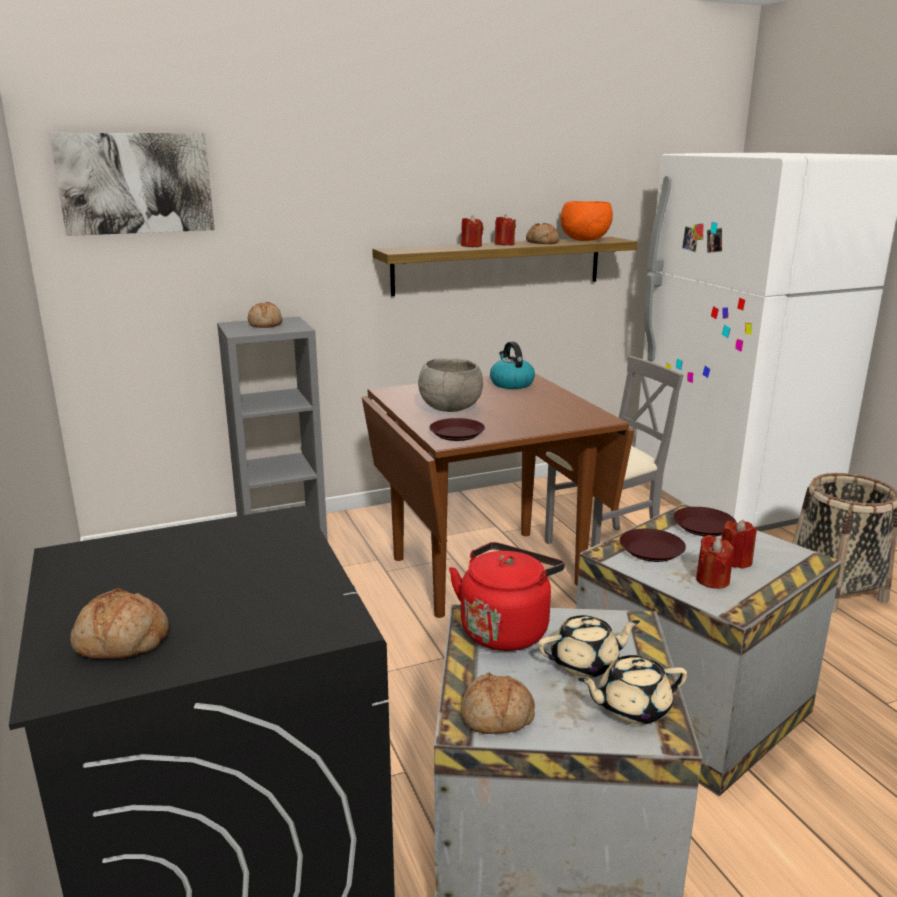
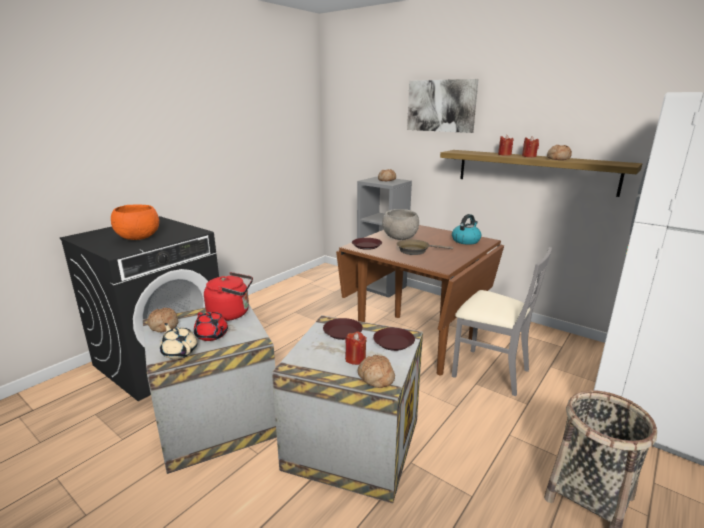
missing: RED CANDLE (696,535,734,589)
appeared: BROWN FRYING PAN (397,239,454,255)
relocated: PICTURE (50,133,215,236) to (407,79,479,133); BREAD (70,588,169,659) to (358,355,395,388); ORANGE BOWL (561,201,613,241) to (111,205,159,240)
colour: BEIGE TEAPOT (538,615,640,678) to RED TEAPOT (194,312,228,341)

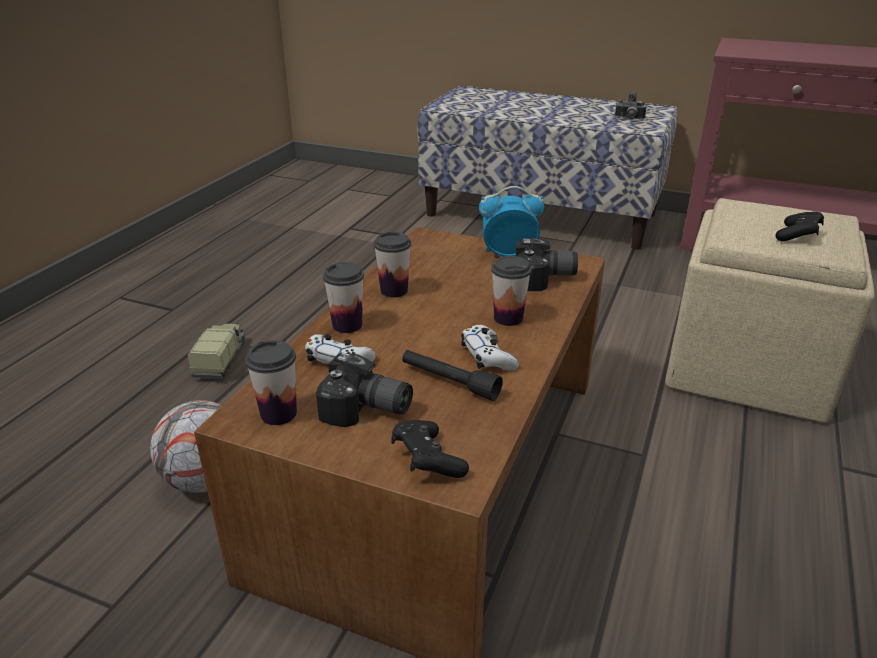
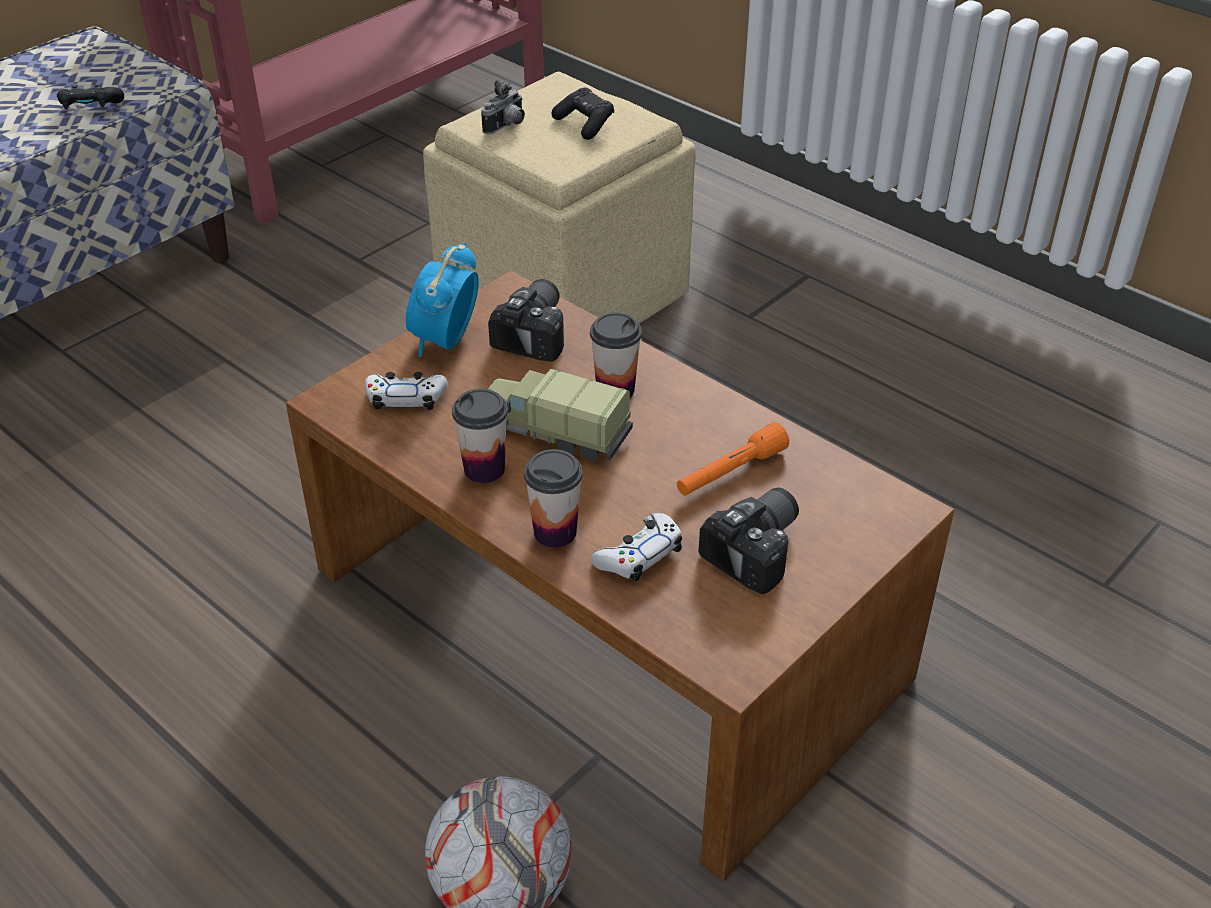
missing: CUP (245,340,297,425)
relocated: TOY TRUCK (188,324,245,379) to (488,369,633,461); BLACK GAME CONTROLLER (391,420,469,478) to (57,84,124,110); WHITE GAME CONTROLLER (461,325,519,370) to (365,372,448,410); PHOTO CAMERA (615,91,646,120) to (481,80,525,134)
colour: BLACK FLASHLIGHT (402,350,503,401) to ORANGE FLASHLIGHT (677,422,789,496)

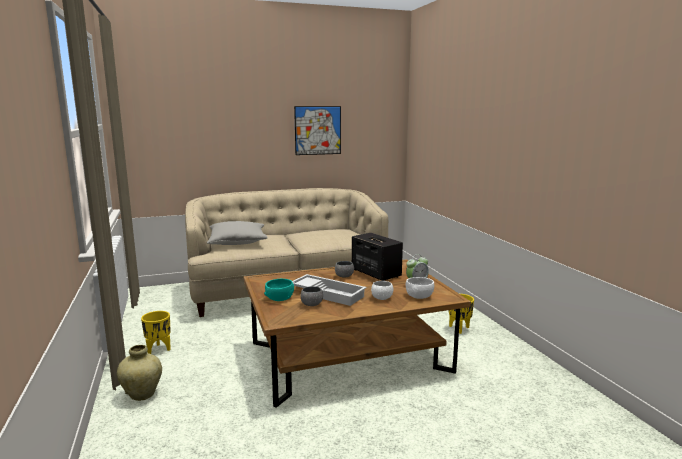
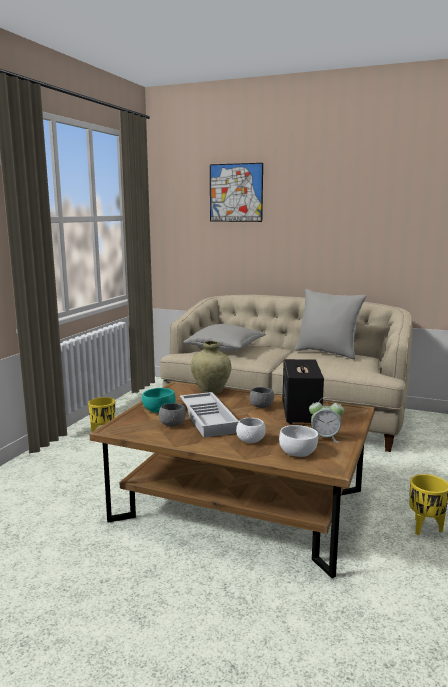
appeared: GREY PILLOW (295,289,367,360)
relocated: BEIGE VASE (117,345,162,401) to (191,341,231,394); PICTURE (294,106,341,155) to (210,163,263,222)

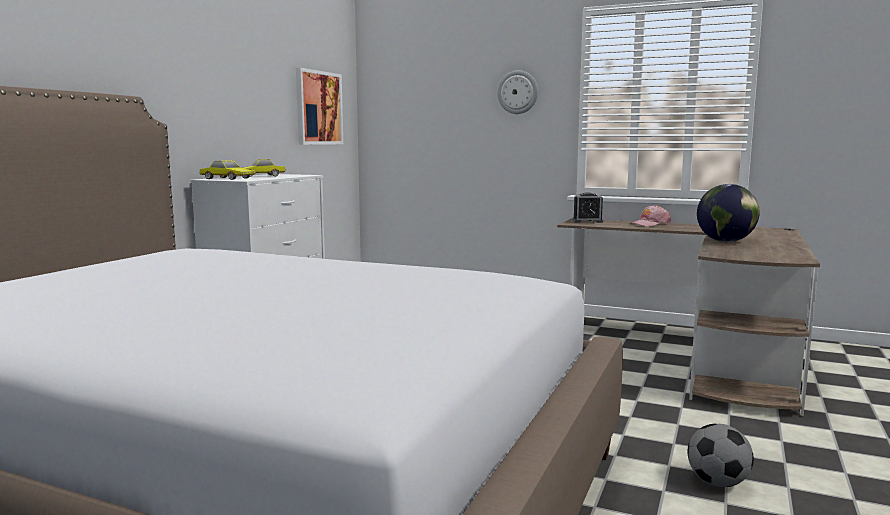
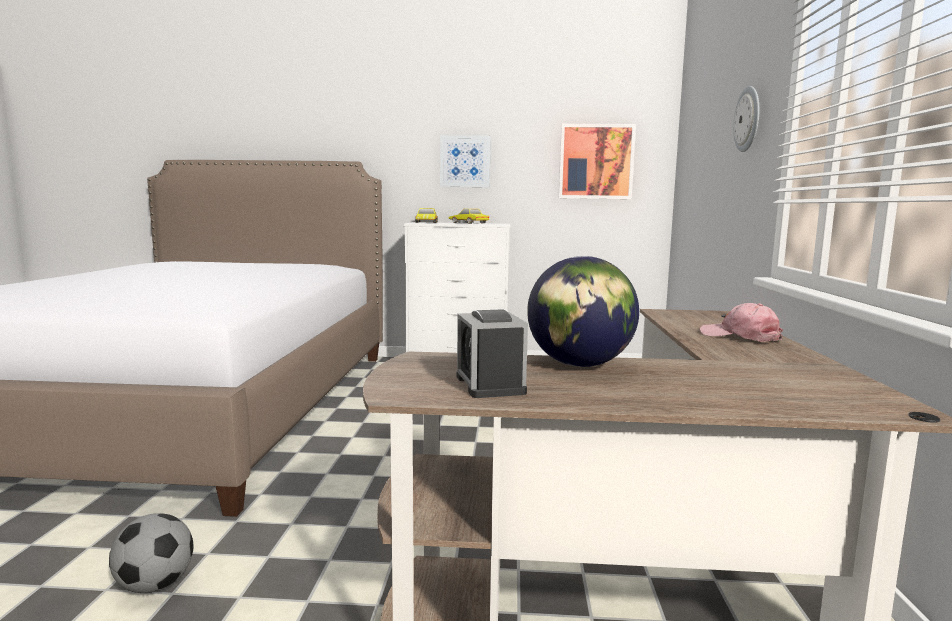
appeared: PICTURE (440,135,491,187)
relocated: ALARM CLOCK (572,193,603,223) to (456,309,528,398)

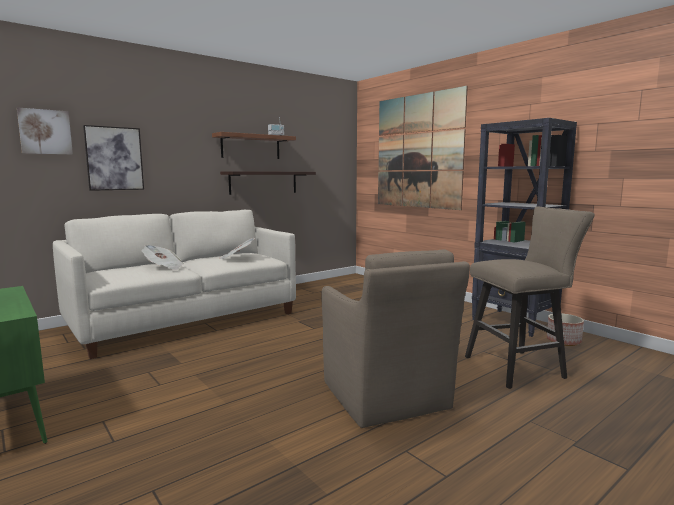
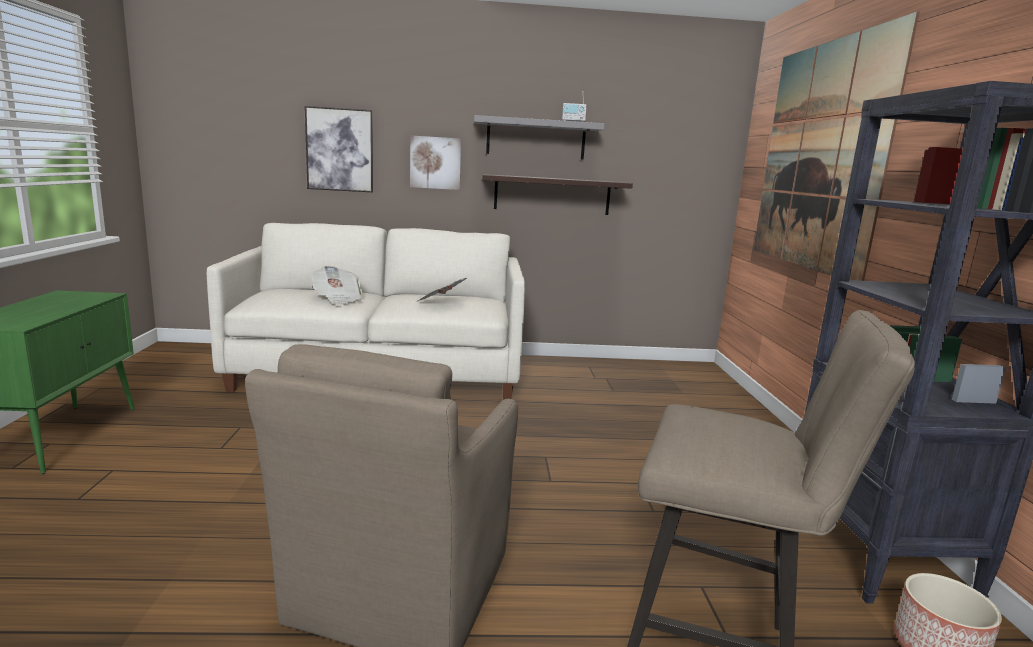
relocated: PICTURE (17,107,73,155) to (410,135,461,190)
colour: BROWN SHELF (212,132,296,159) to GREY SHELF (474,115,605,159)

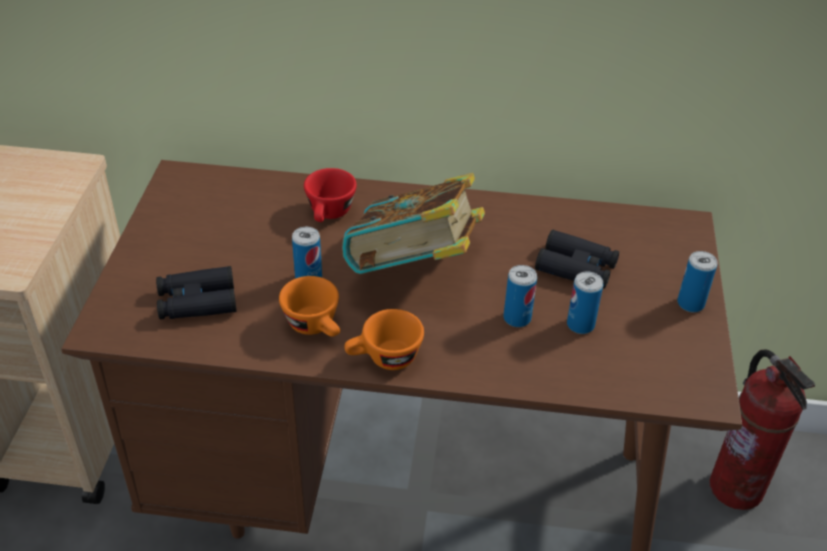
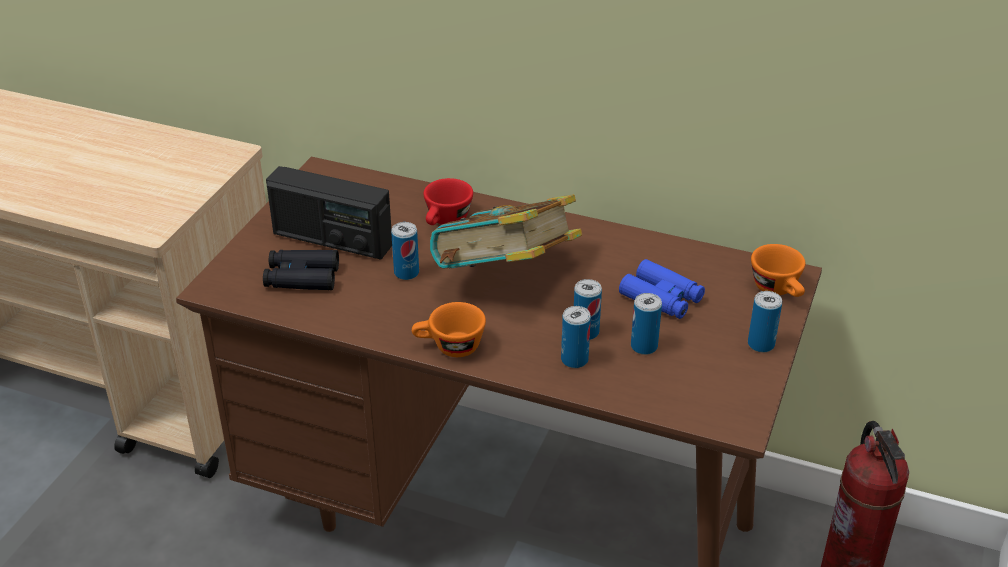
appeared: RADIO (266,166,392,260); CAN (561,306,591,368)
relocated: ORANGE CUP (279,276,340,337) to (751,244,805,297)
colour: BLACK BINOCULARS (535,229,619,289) to BLUE BINOCULARS (619,259,705,319)

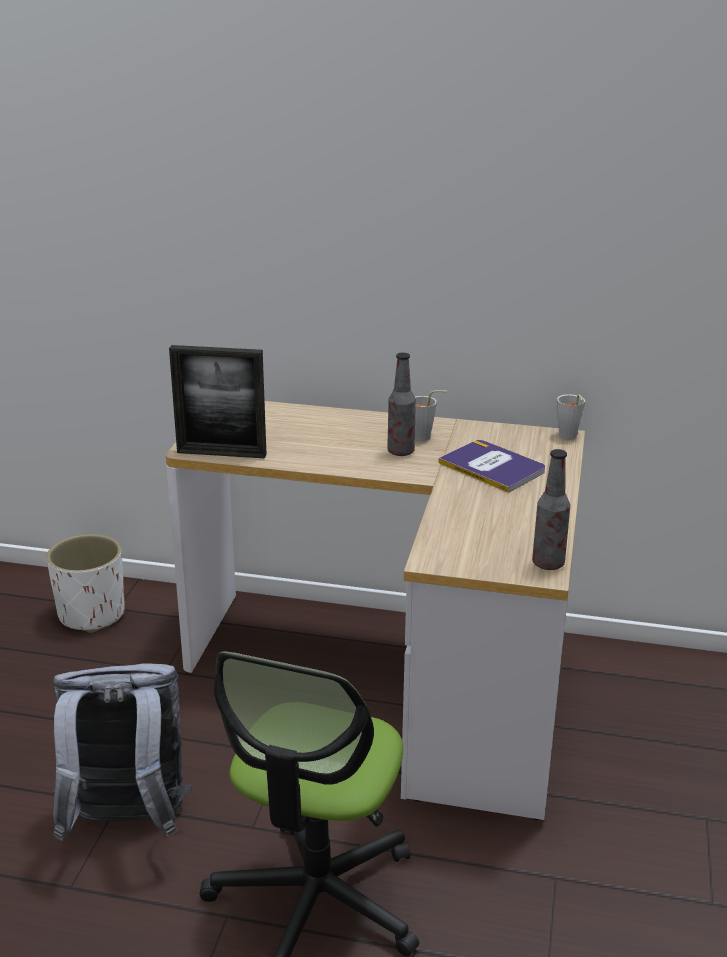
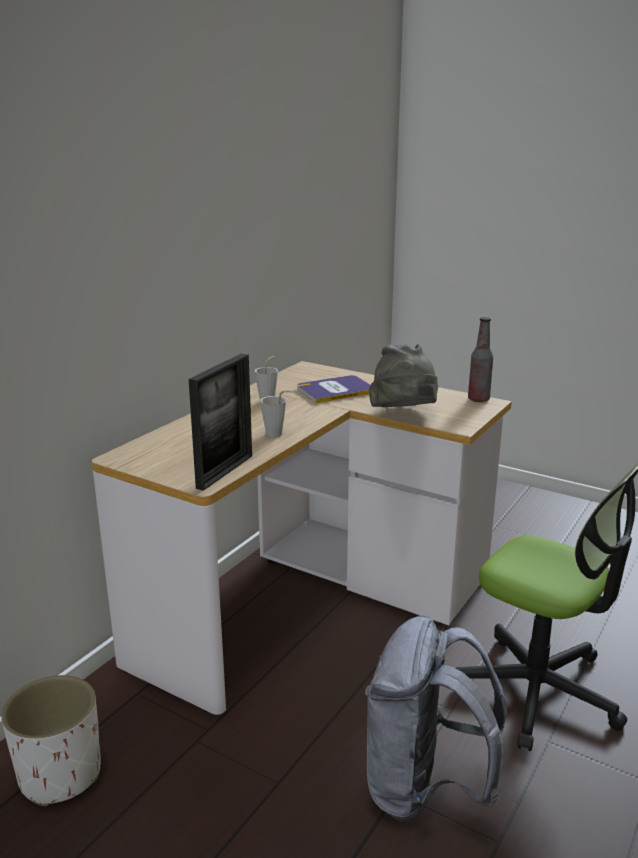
missing: BOTTLE (387,352,416,456)
appeared: GREY HAT (369,344,438,407)
relocated: GREY CUP (557,394,585,439) to (260,390,295,437)

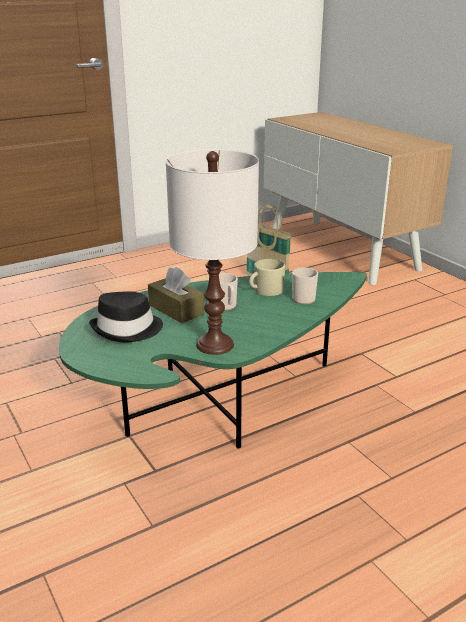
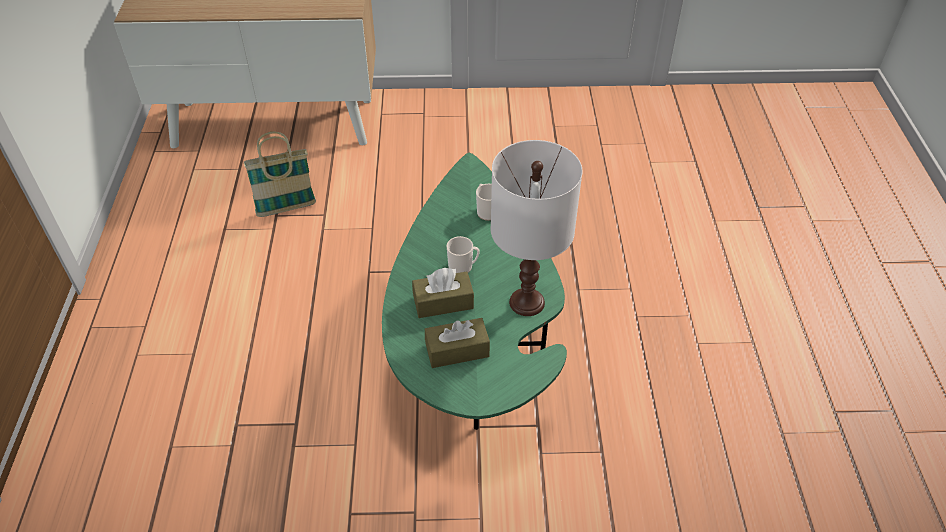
missing: BEIGE MUG (249,259,285,296)
exchanged: BLACK HAT (89,291,163,343) to BROWN TISSUE BOX (425,318,490,368)

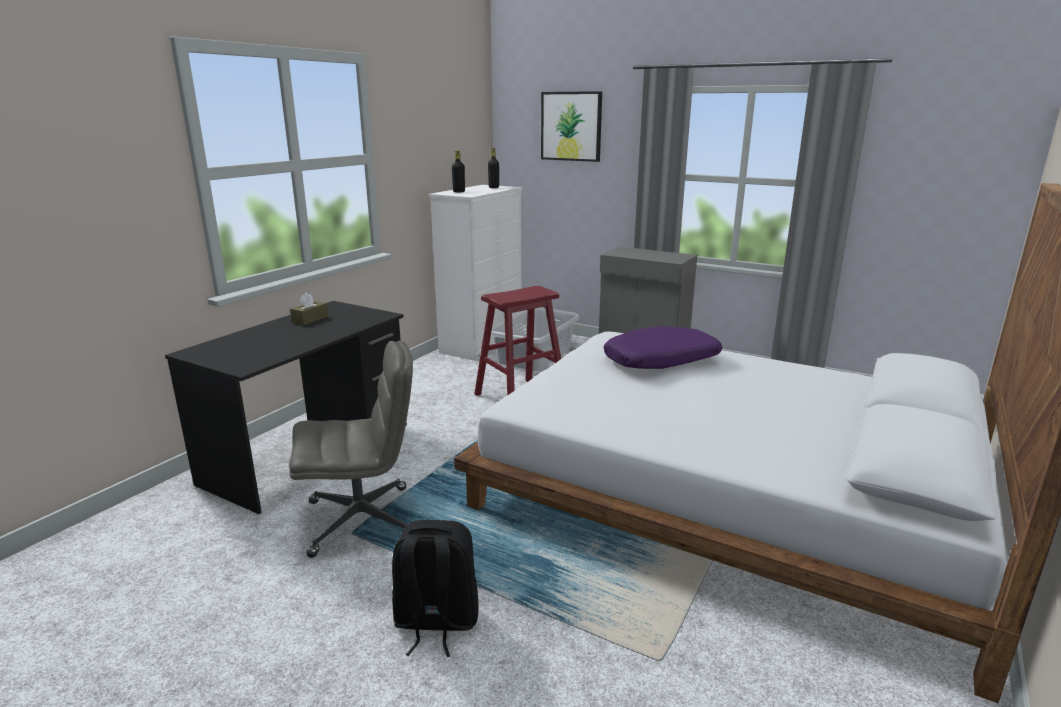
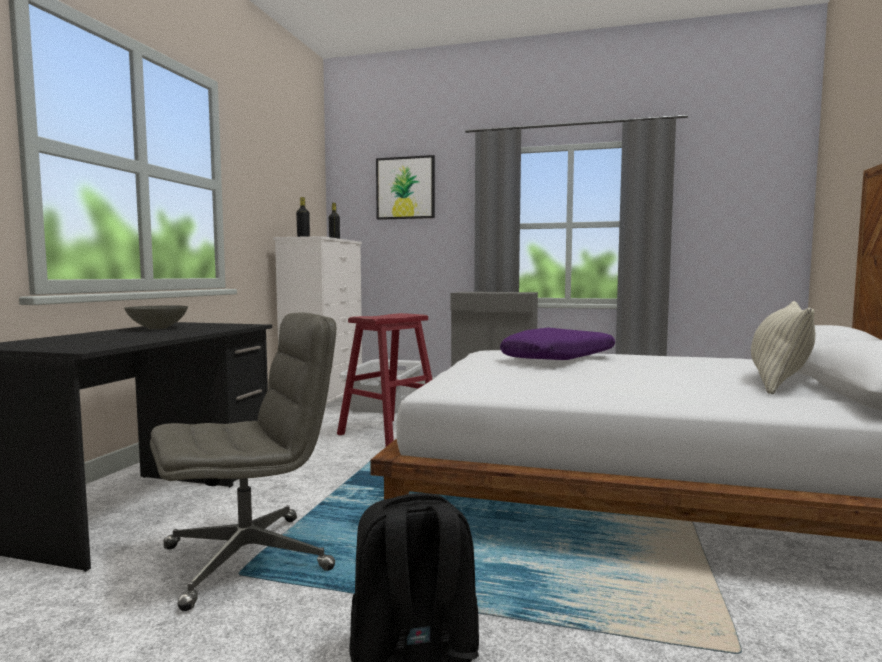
appeared: PILLOW (751,301,815,394)
exchanged: BROWN TISSUE BOX (290,292,328,325) to GREY BOWL (124,305,188,329)

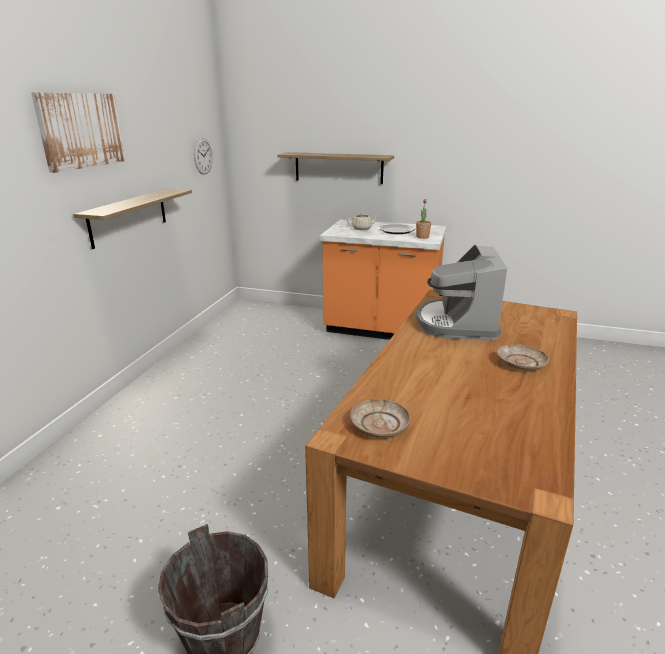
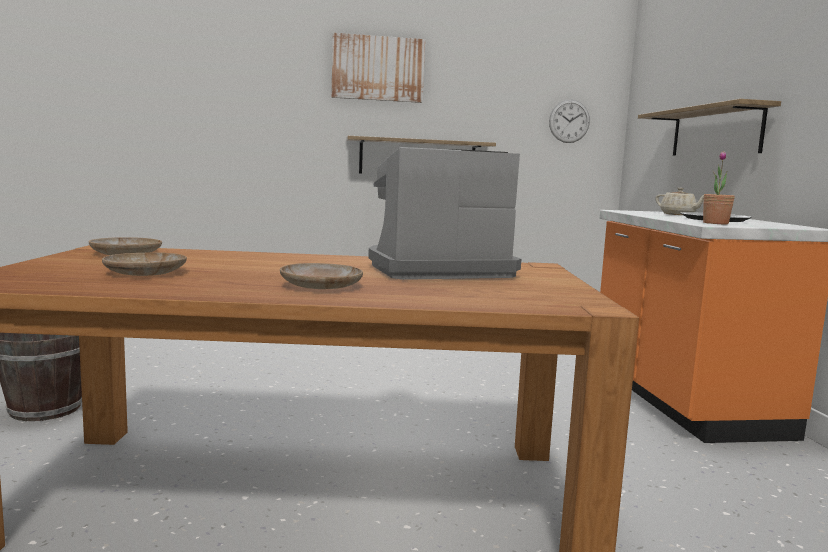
appeared: BEIGE PLATE (102,252,187,276)

